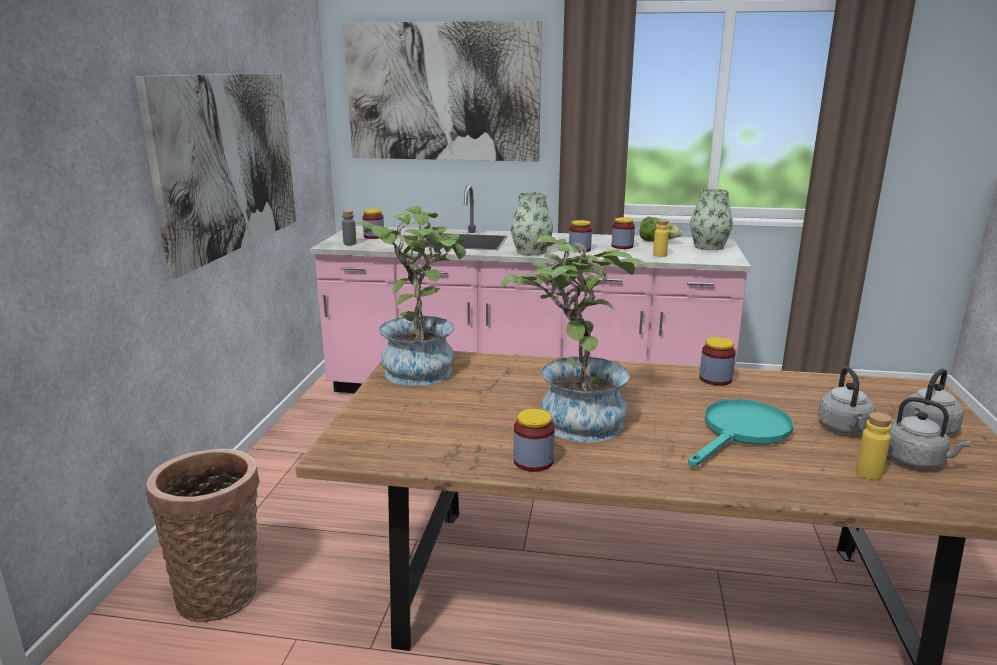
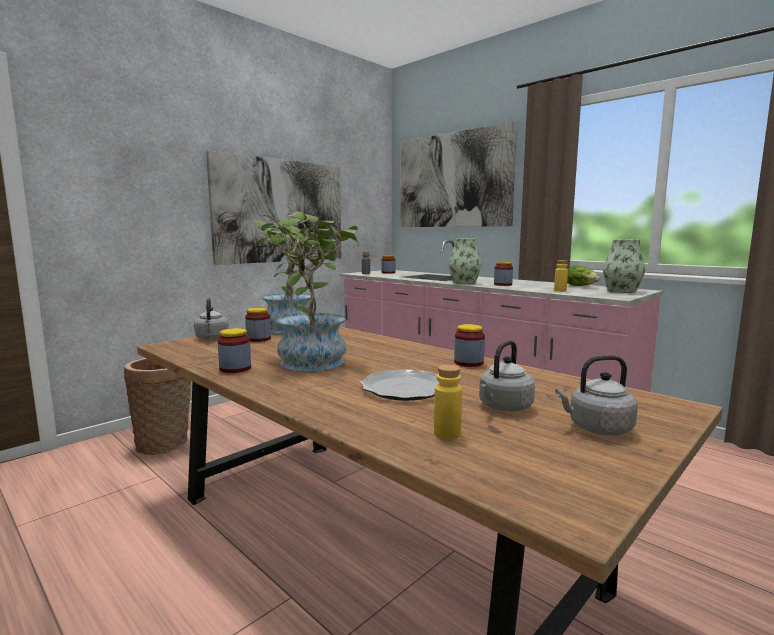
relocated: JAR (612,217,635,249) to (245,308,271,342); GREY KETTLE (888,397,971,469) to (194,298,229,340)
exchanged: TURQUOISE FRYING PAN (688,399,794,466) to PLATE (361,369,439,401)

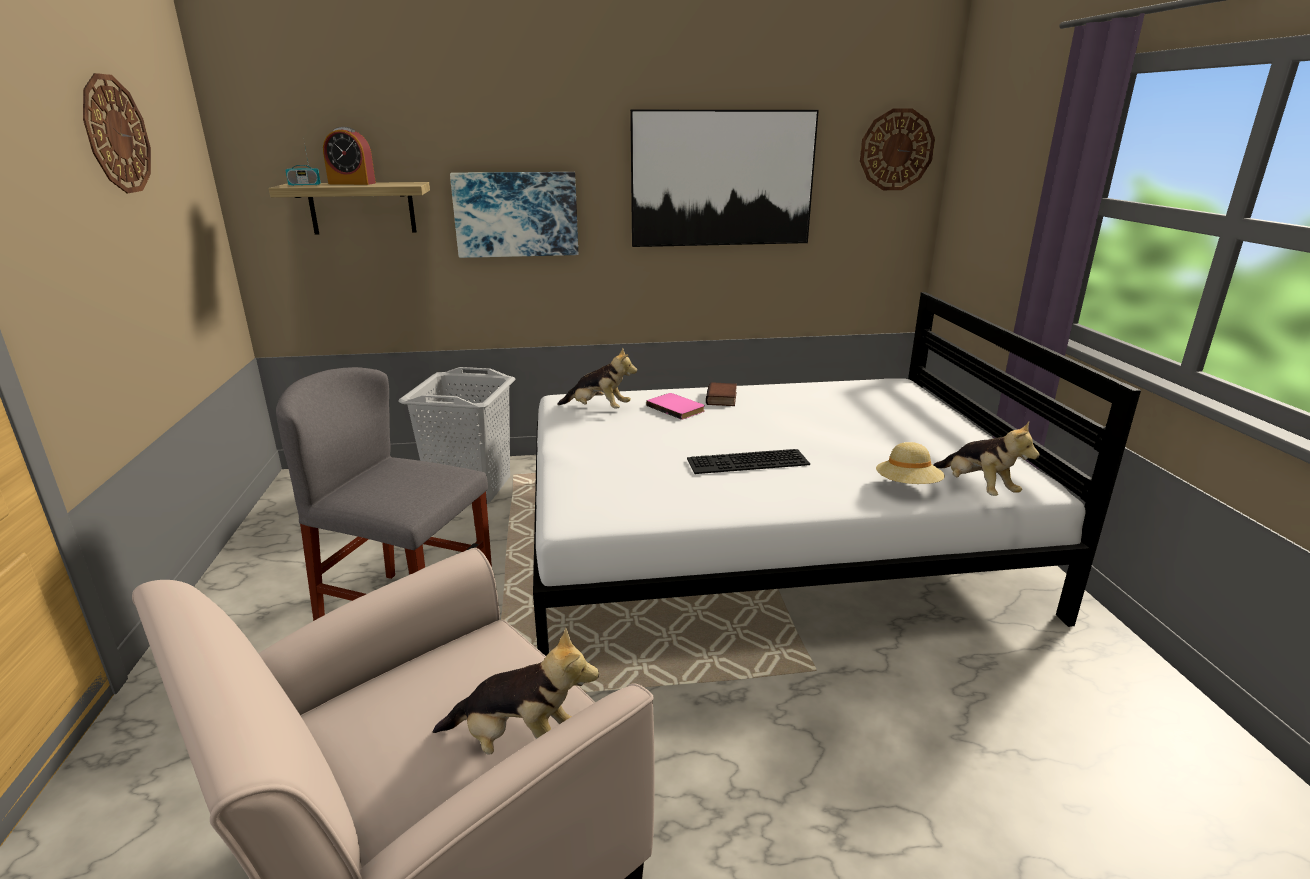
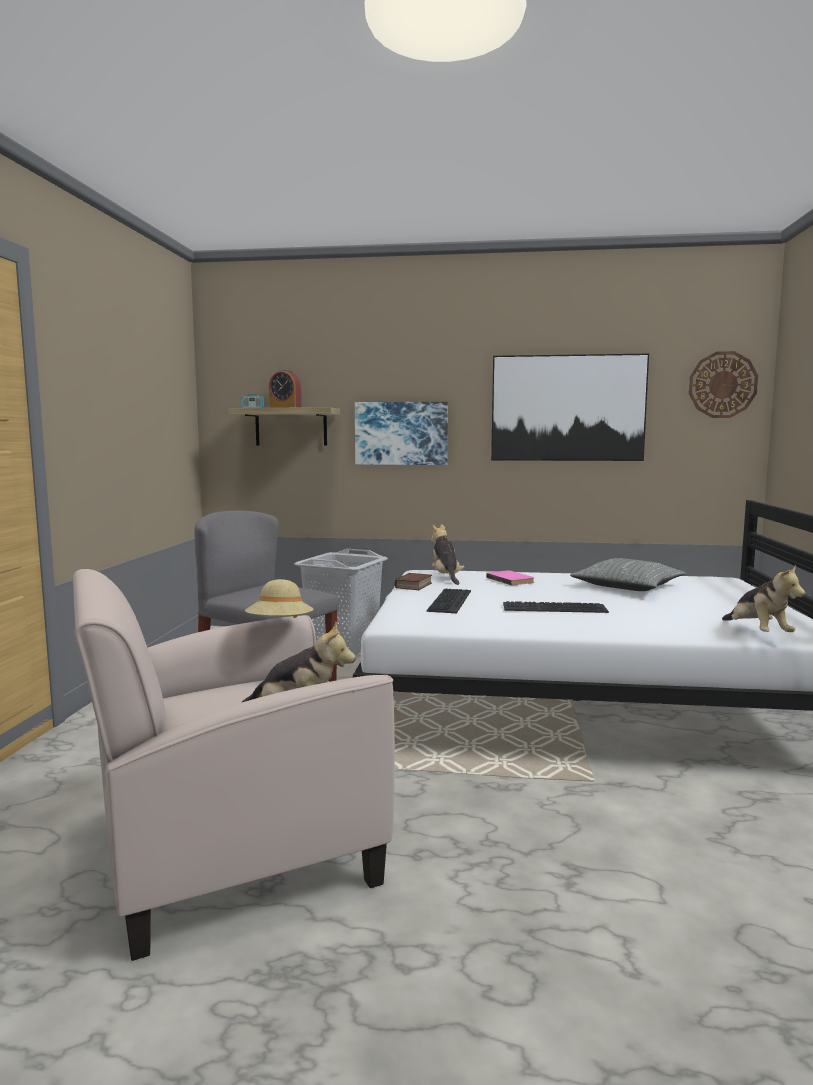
missing: WALL CLOCK (83,73,151,193)
appeared: KEYBOARD (427,589,471,613); GREY PILLOW (570,558,686,591)
relocated: BOOK (706,382,737,406) to (395,573,432,590); BEIGE HAT (876,442,945,484) to (245,579,313,618)
spun: PLUSH TOY (557,347,637,409) = (431,524,464,585) 135 degrees counterclockwise

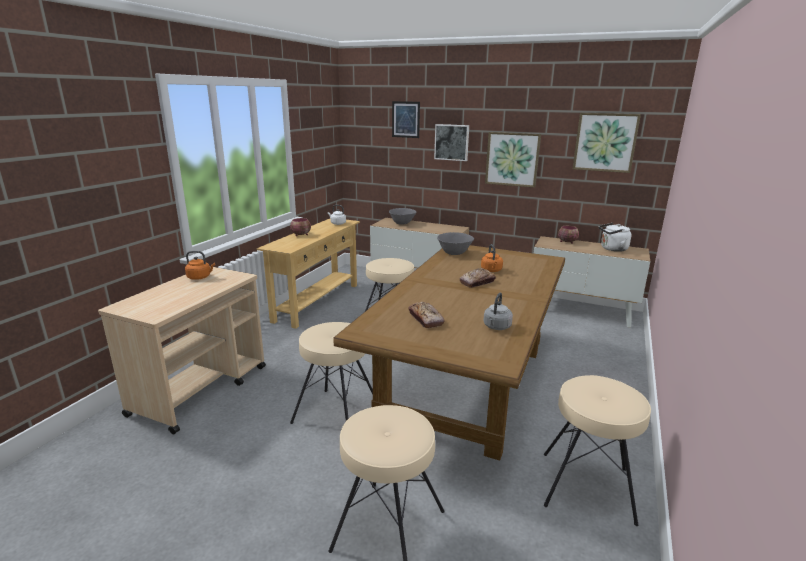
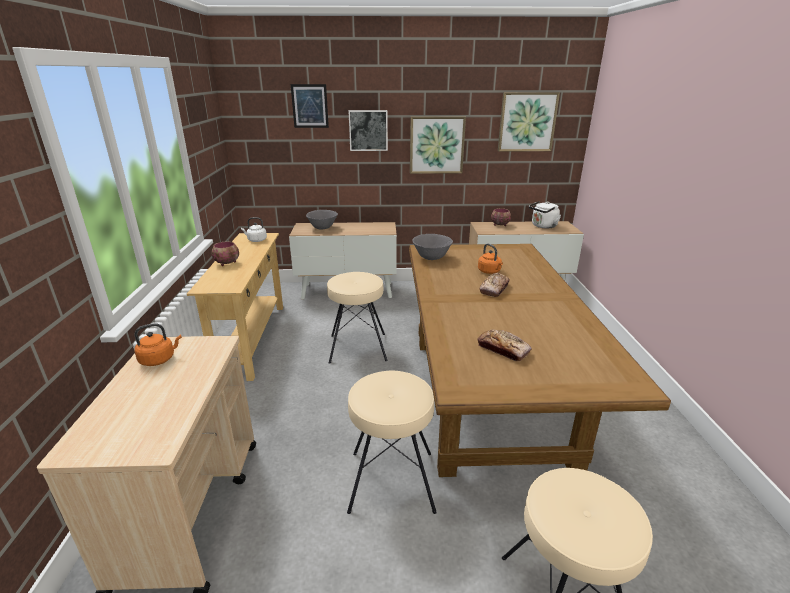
missing: GREY KETTLE (483,292,513,330); BEIGE STOOL (544,375,651,526)

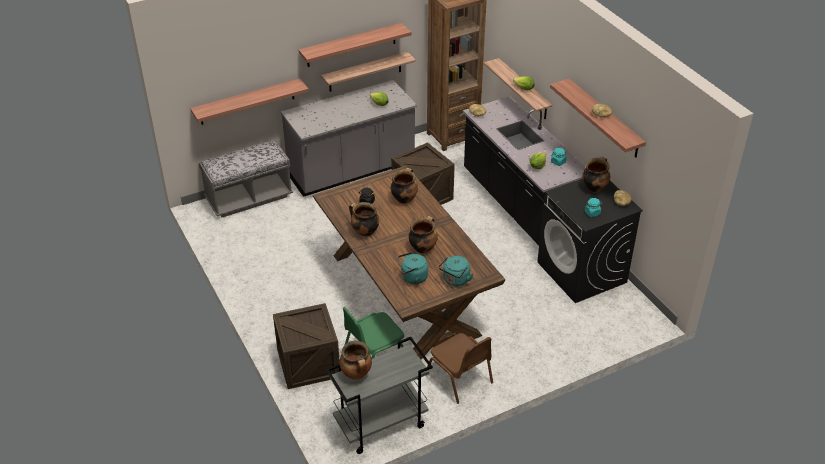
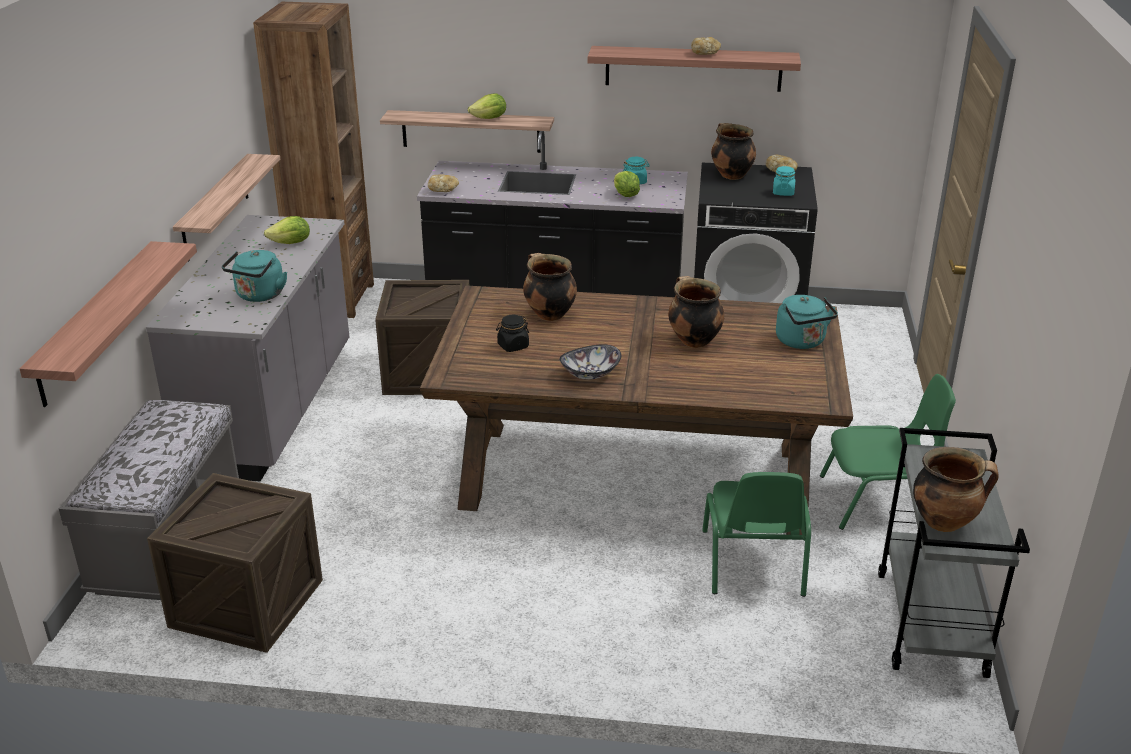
missing: SHELF (299,23,411,67)
relocated: CRATE (273,303,339,389) to (147,473,323,653); TURQUOISE KETTLE (398,252,428,284) to (222,250,287,302)
exchanged: COOKING POT (349,202,379,237) to BOWL (559,344,621,380)
colour: BROWN CHAIR (427,333,493,404) to GREEN CHAIR (820,374,956,530)

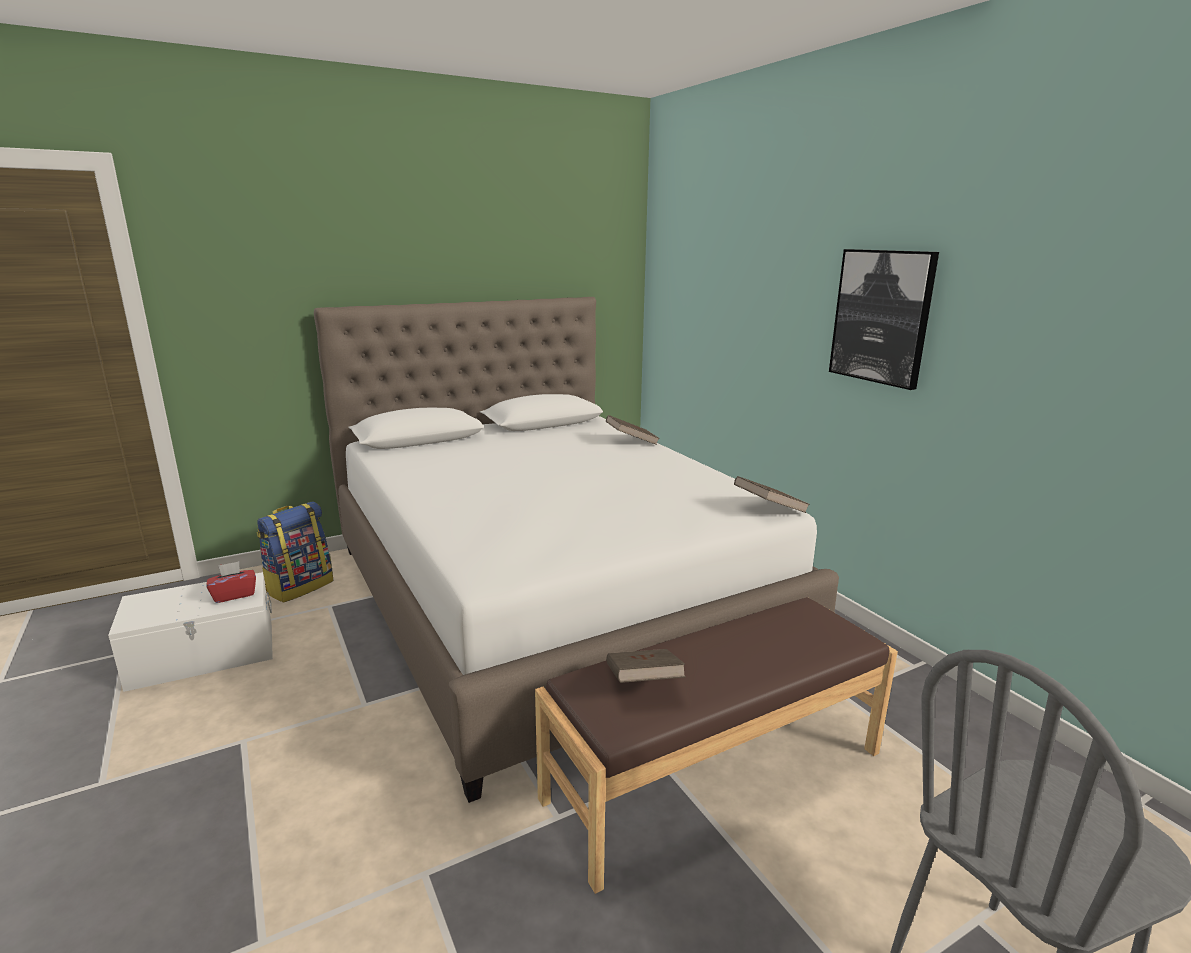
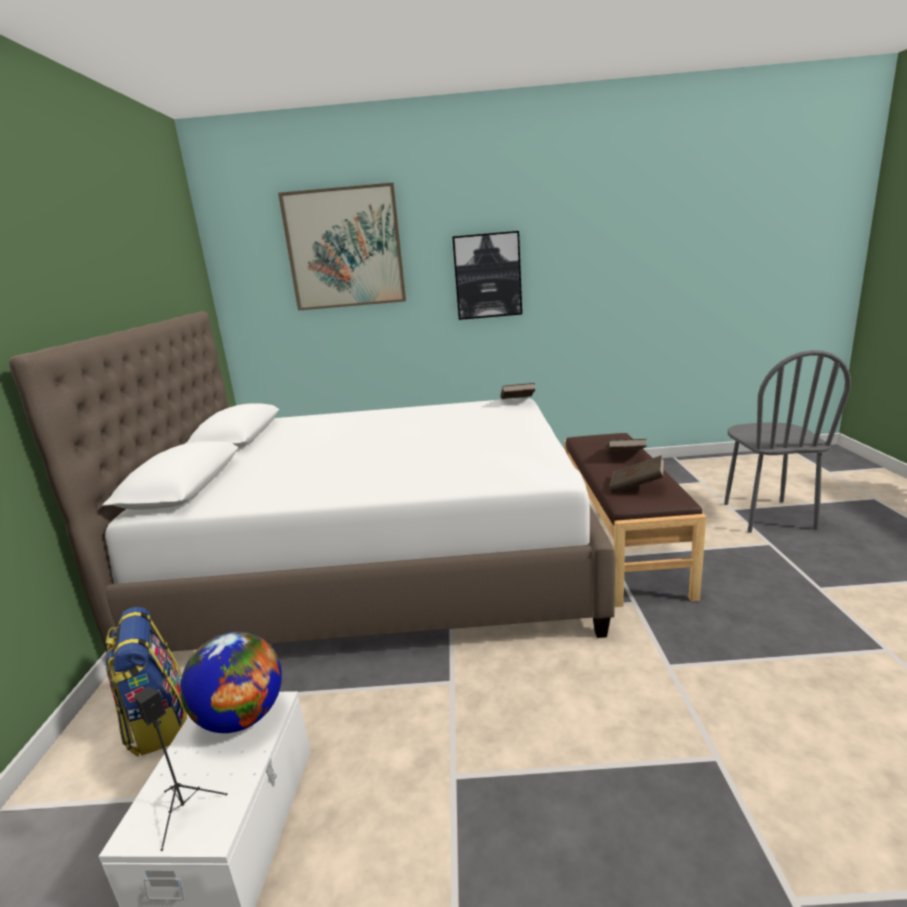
appeared: BLACK SPEAKER (134,686,227,851); PICTURE (278,183,406,311)
relocated: BROWN BOOK (606,415,660,445) to (605,439,647,450)
exchanged: RED TISSUE BOX (206,561,256,603) to GLOBE (180,631,282,733)

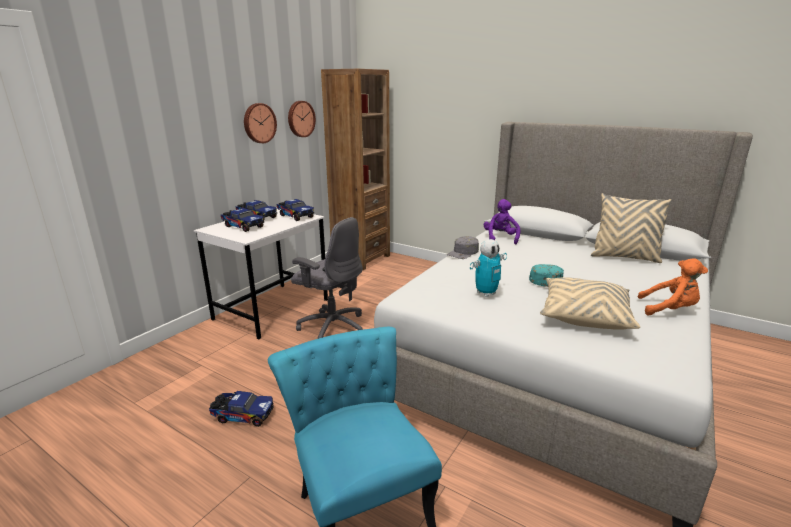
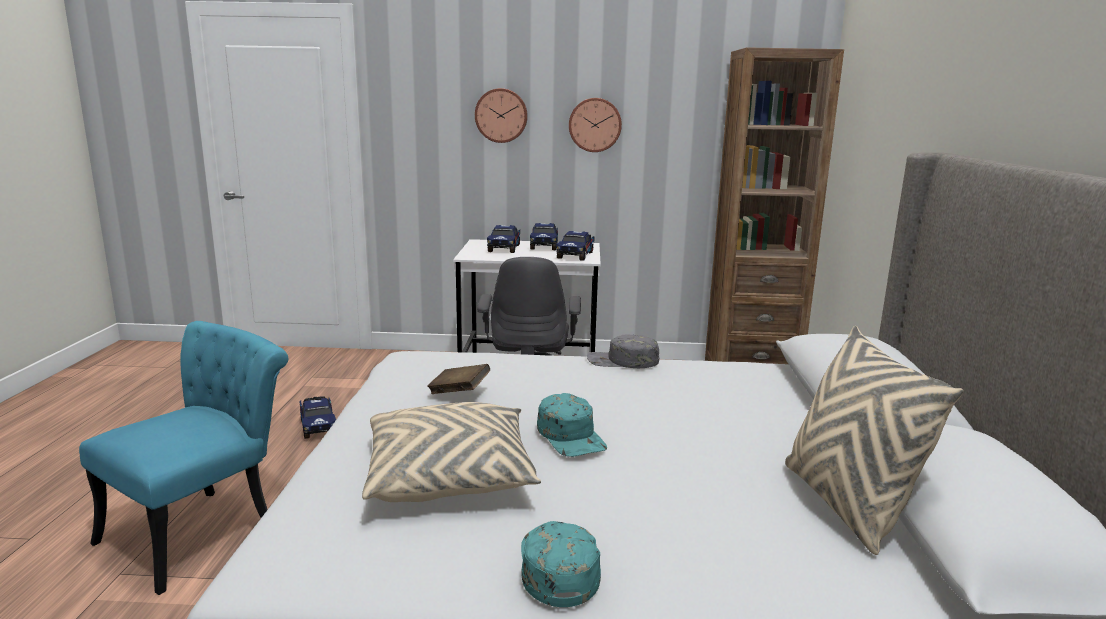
missing: PURPLE PLUSH TOY (484,199,520,244)
relocated: WALL CLOCK (288,101,316,137) to (475,88,528,143)
exchanged: TOY ROBOT (470,239,507,297) to BROWN BOOK (427,364,490,394); ORANGE PLUSH TOY (638,259,708,315) to TURQUOISE CAP (521,521,601,607)

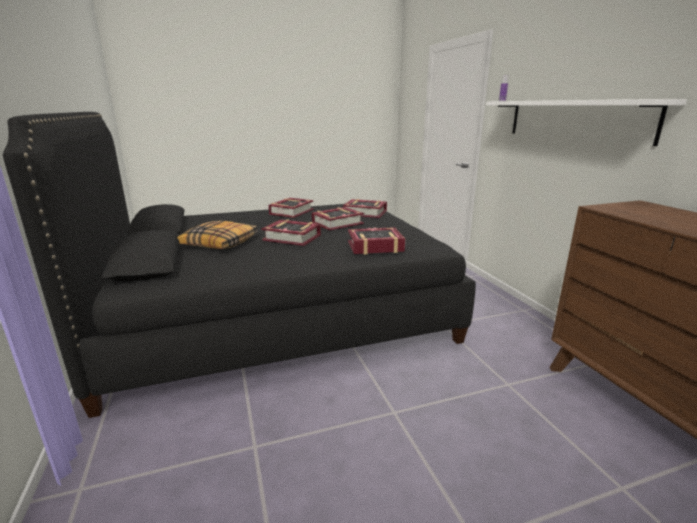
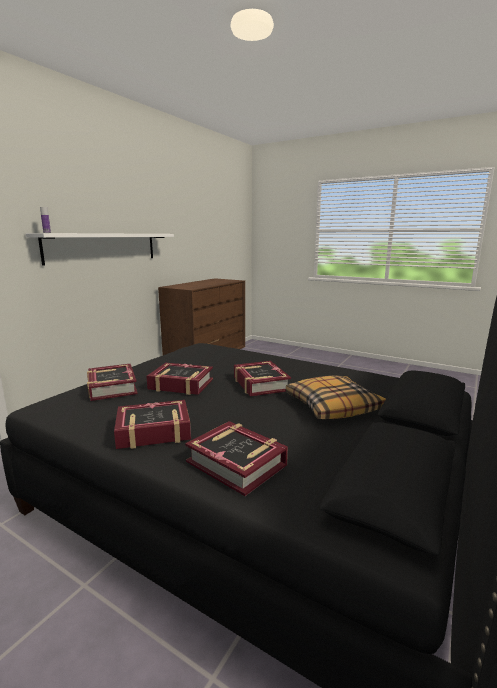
relocated: BOOK (348,227,405,254) to (185,421,288,496)

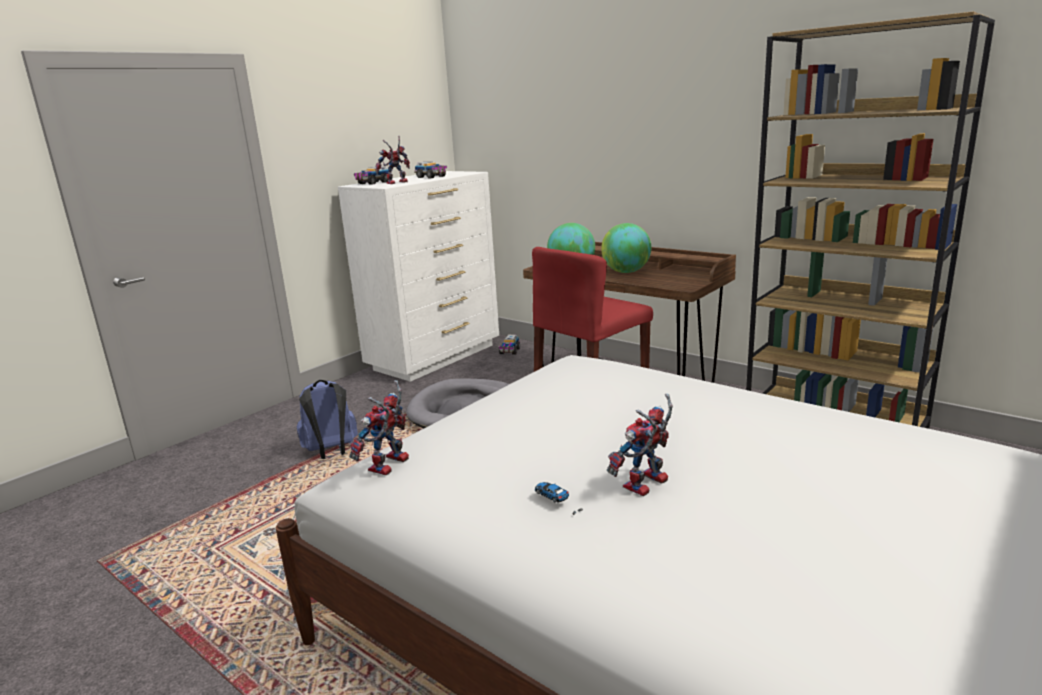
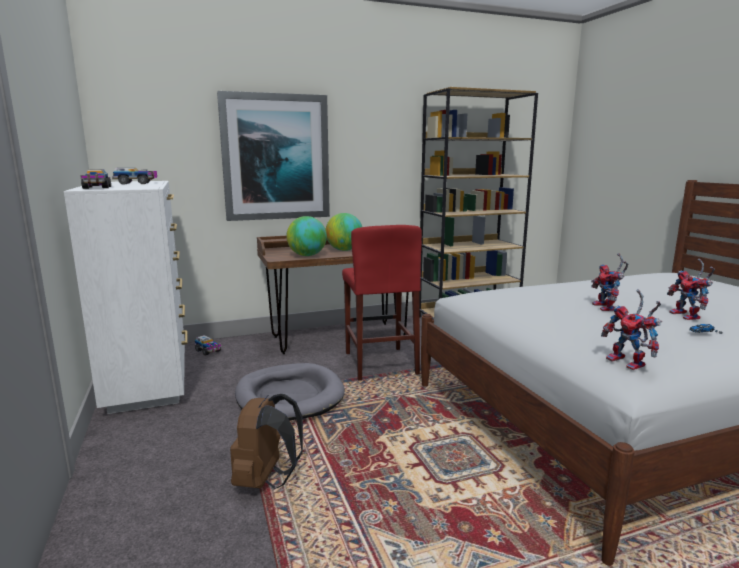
appeared: PICTURE (217,91,330,221)
relocated: TOY ROBOT (375,135,410,184) to (591,253,628,311)
colour: BLUE BACKPACK (297,380,358,459) to BROWN BACKPACK (230,394,303,489)

